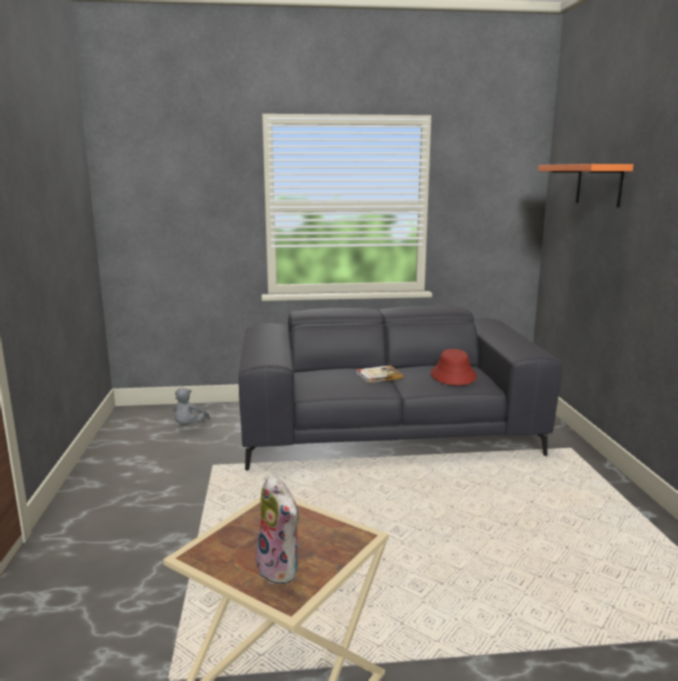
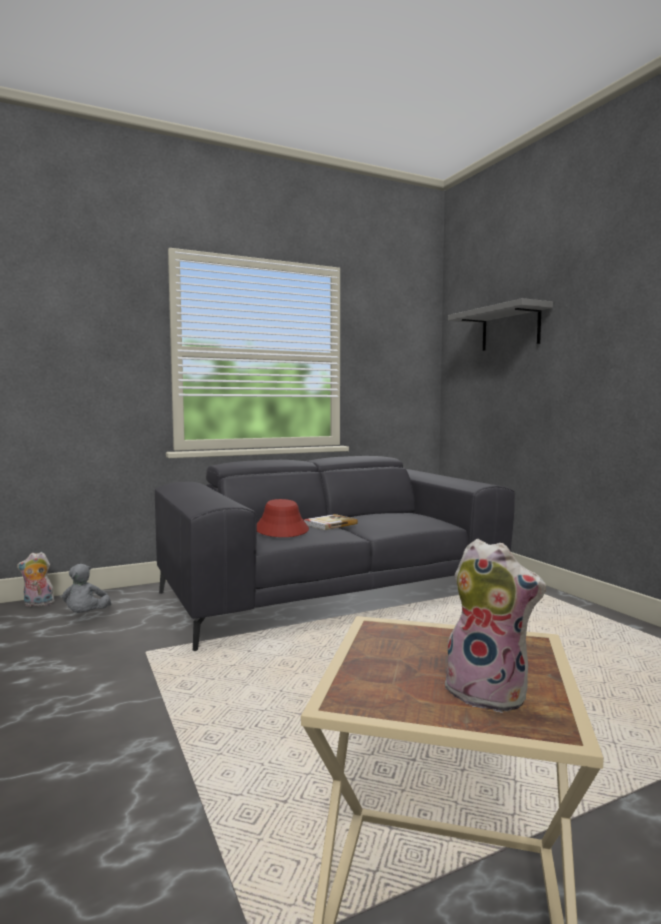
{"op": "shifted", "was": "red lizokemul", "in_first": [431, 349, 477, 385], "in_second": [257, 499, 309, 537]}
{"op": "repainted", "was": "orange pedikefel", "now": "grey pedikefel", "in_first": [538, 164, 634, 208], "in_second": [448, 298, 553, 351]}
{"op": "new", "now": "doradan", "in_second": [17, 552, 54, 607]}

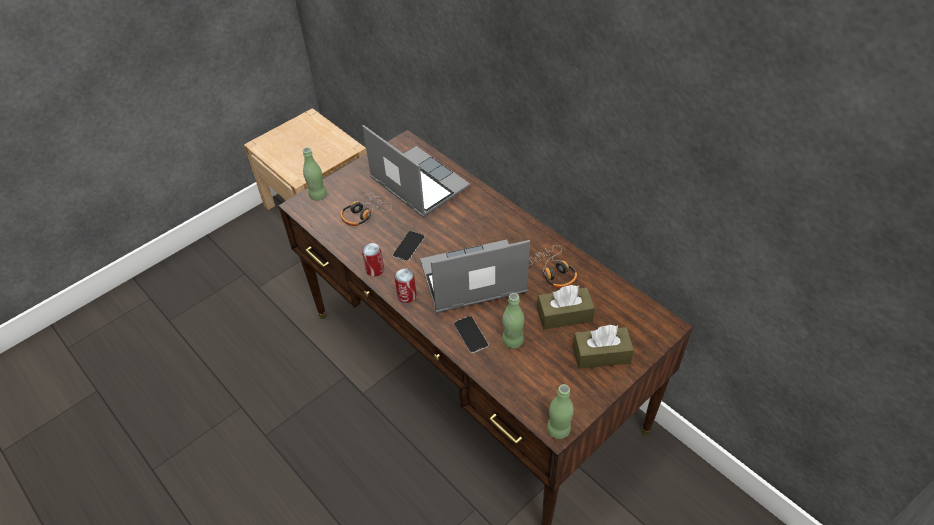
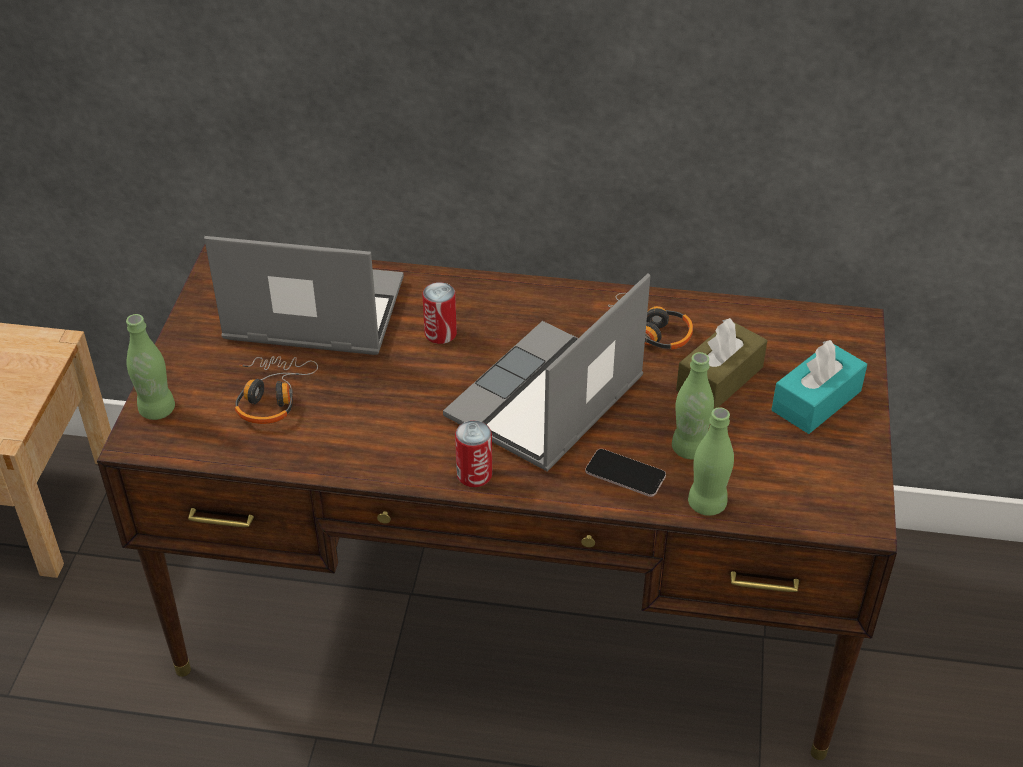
{"op": "shifted", "was": "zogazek", "in_first": [362, 243, 384, 277], "in_second": [423, 282, 457, 344]}
{"op": "gone", "was": "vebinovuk", "in_first": [393, 231, 425, 262]}
{"op": "shifted", "was": "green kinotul", "in_first": [547, 384, 574, 439], "in_second": [688, 407, 734, 516]}
{"op": "repainted", "was": "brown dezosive", "now": "turquoise dezosive", "in_first": [573, 325, 634, 369], "in_second": [771, 340, 867, 434]}

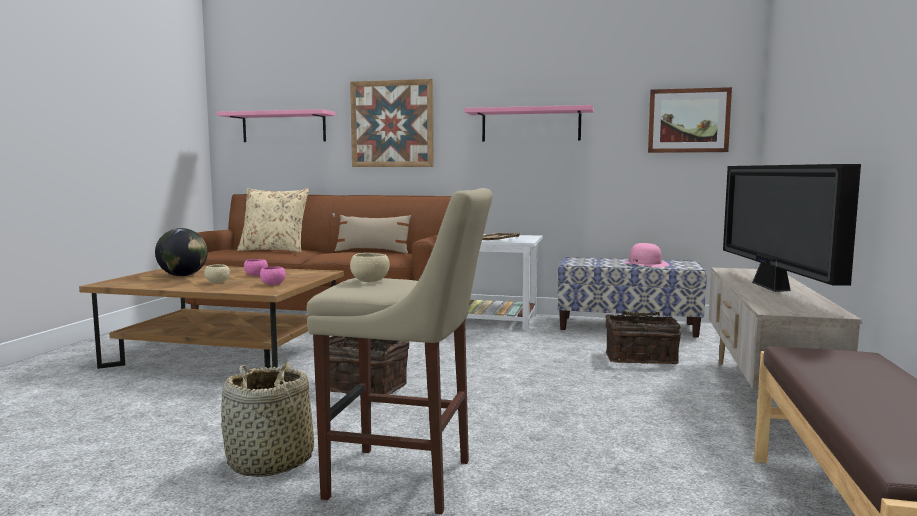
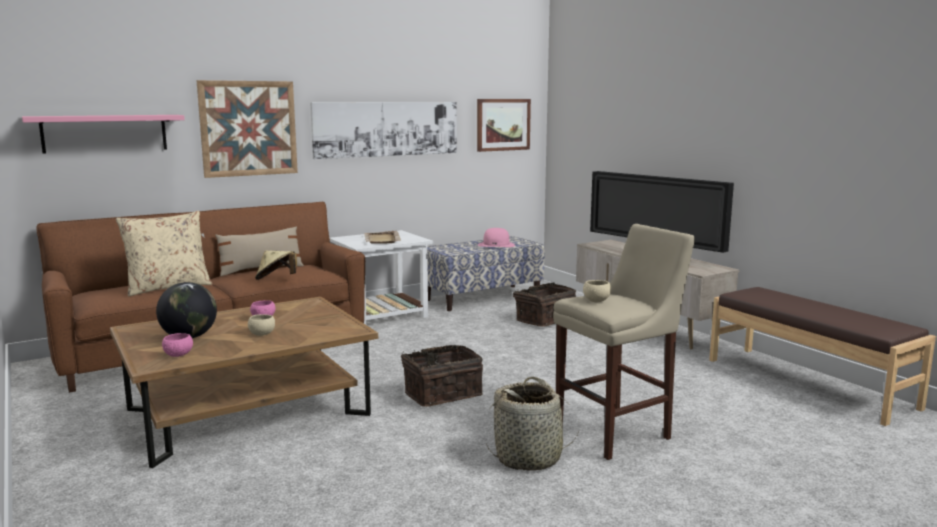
{"op": "shifted", "was": "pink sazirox", "in_first": [260, 266, 286, 285], "in_second": [162, 333, 193, 357]}
{"op": "swapped", "was": "pink pedikefel", "now": "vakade", "in_first": [465, 105, 594, 142], "in_second": [310, 102, 457, 159]}
{"op": "new", "now": "beige lizokemul", "in_second": [255, 251, 297, 280]}

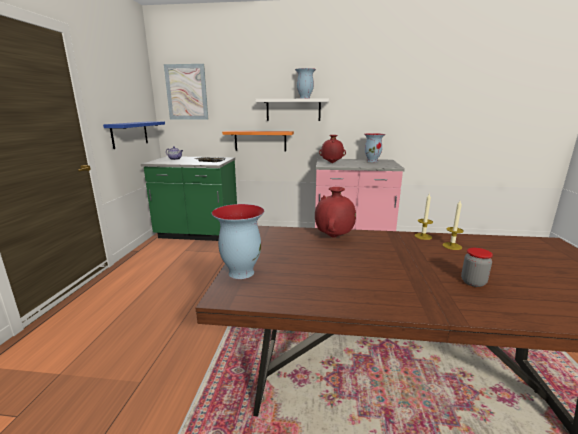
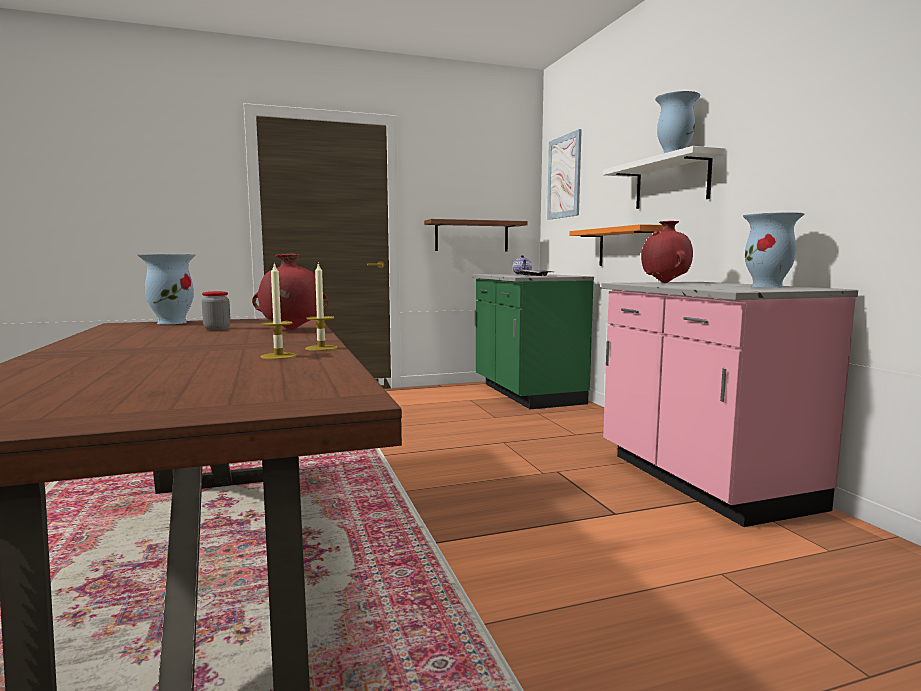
{"op": "repainted", "was": "blue pedikefel", "now": "brown pedikefel", "in_first": [103, 121, 165, 149], "in_second": [424, 219, 528, 251]}
{"op": "shifted", "was": "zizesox", "in_first": [461, 248, 493, 287], "in_second": [202, 291, 231, 330]}

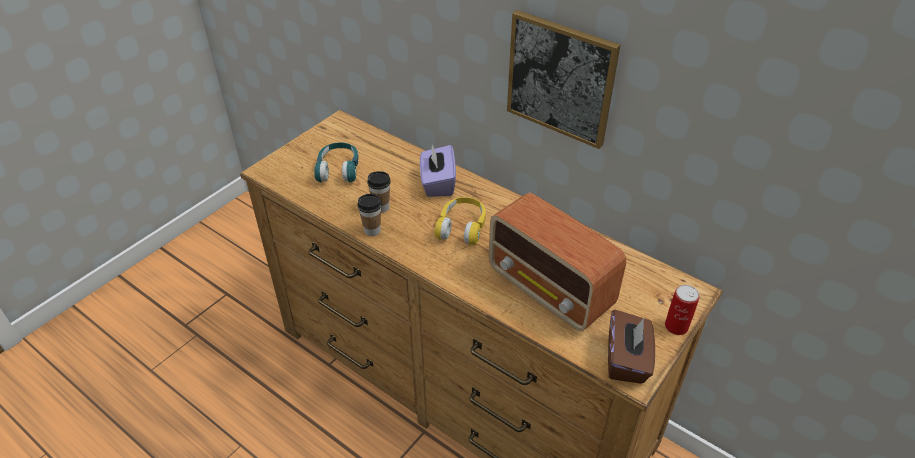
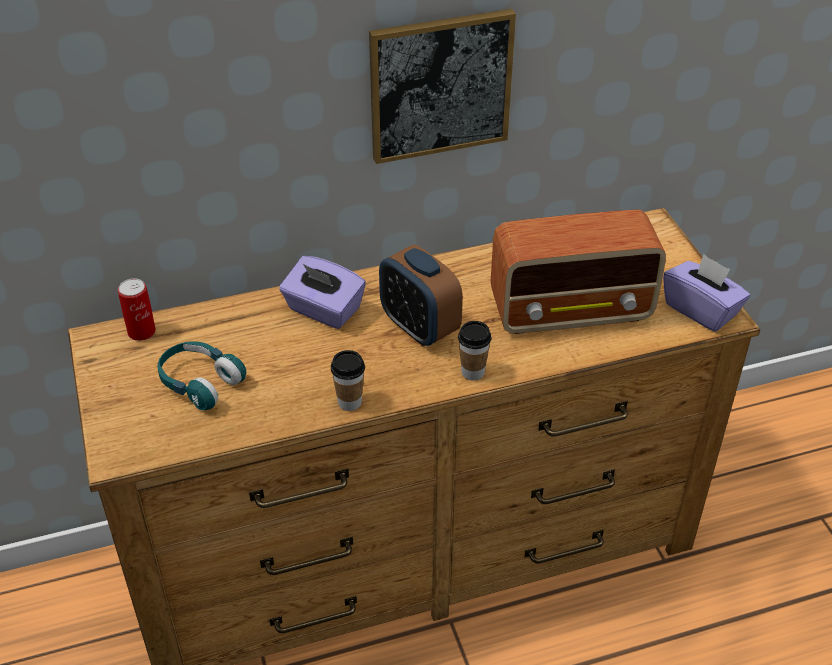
{"op": "shifted", "was": "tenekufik", "in_first": [367, 171, 391, 213], "in_second": [458, 321, 491, 380]}
{"op": "swapped", "was": "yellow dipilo", "now": "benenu", "in_first": [435, 197, 486, 246], "in_second": [379, 245, 463, 346]}
{"op": "repainted", "was": "brown dezosive", "now": "purple dezosive", "in_first": [608, 309, 655, 384], "in_second": [663, 254, 750, 332]}
{"op": "shifted", "was": "zogazek", "in_first": [665, 285, 699, 335], "in_second": [118, 278, 156, 341]}

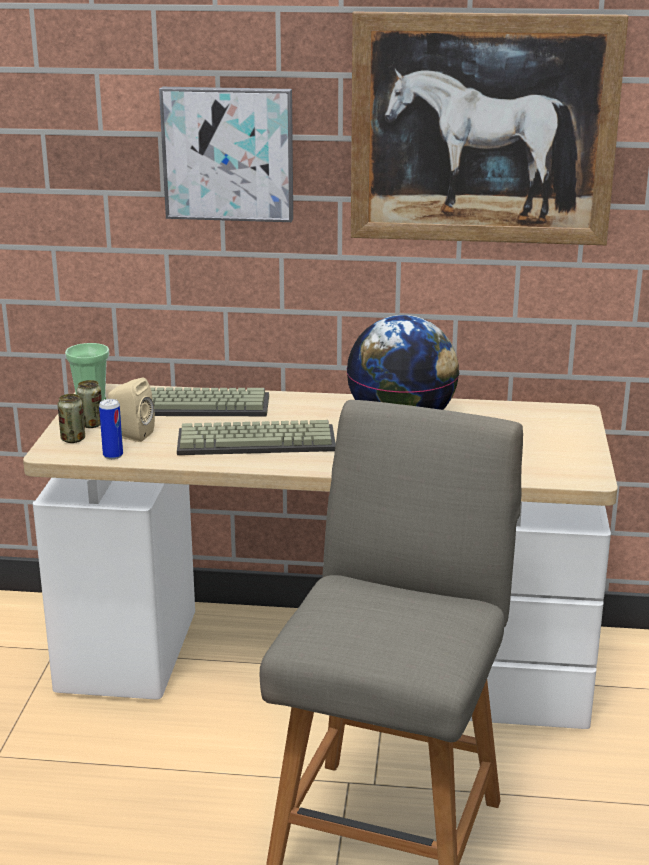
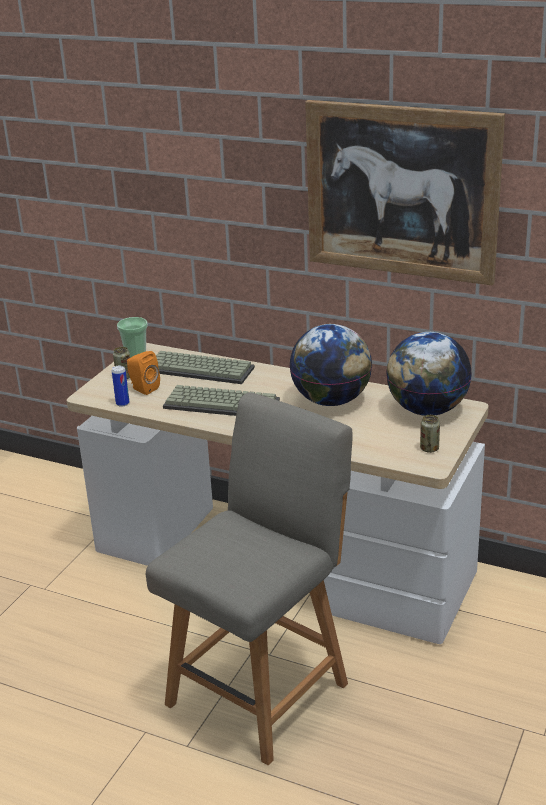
{"op": "shifted", "was": "zogazek", "in_first": [57, 394, 85, 443], "in_second": [420, 415, 440, 453]}
{"op": "repainted", "was": "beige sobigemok", "now": "orange sobigemok", "in_first": [108, 378, 155, 442], "in_second": [127, 351, 160, 395]}
{"op": "gone", "was": "vakade", "in_first": [159, 87, 293, 222]}
{"op": "new", "now": "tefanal", "in_second": [386, 332, 472, 416]}

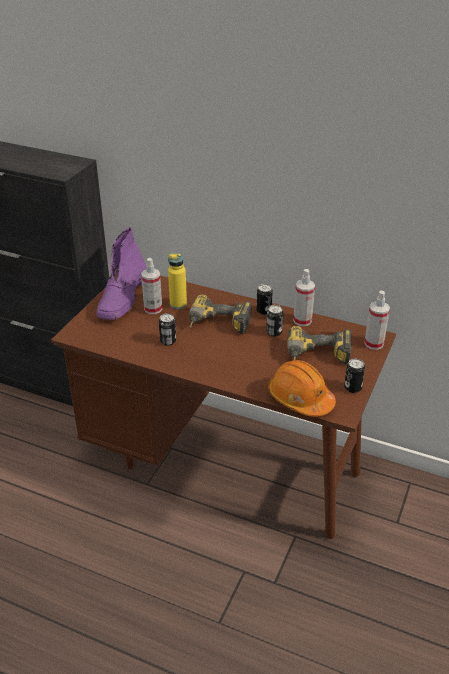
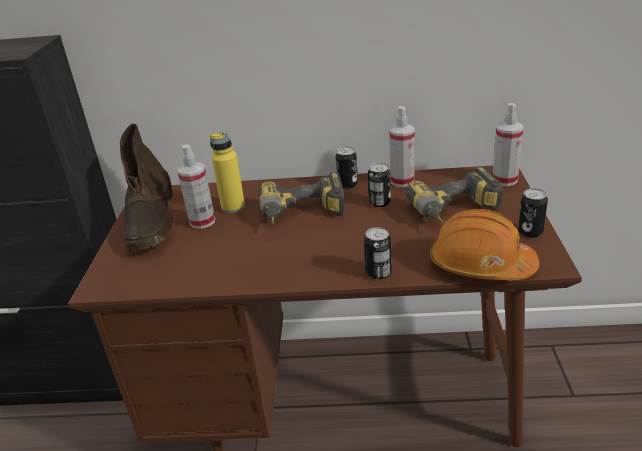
{"op": "repainted", "was": "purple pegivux", "now": "brown pegivux", "in_first": [97, 227, 146, 320], "in_second": [120, 124, 174, 252]}
{"op": "shifted", "was": "zogazek", "in_first": [159, 313, 176, 346], "in_second": [364, 227, 392, 279]}

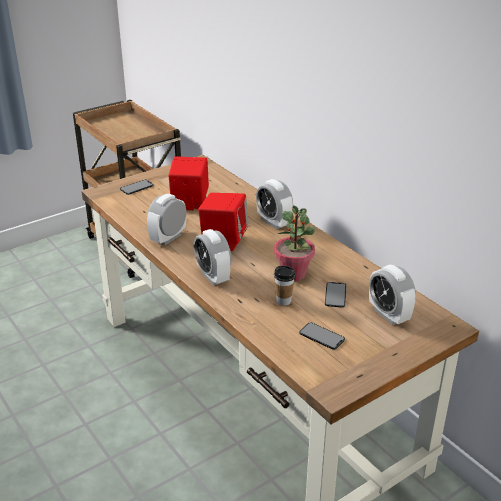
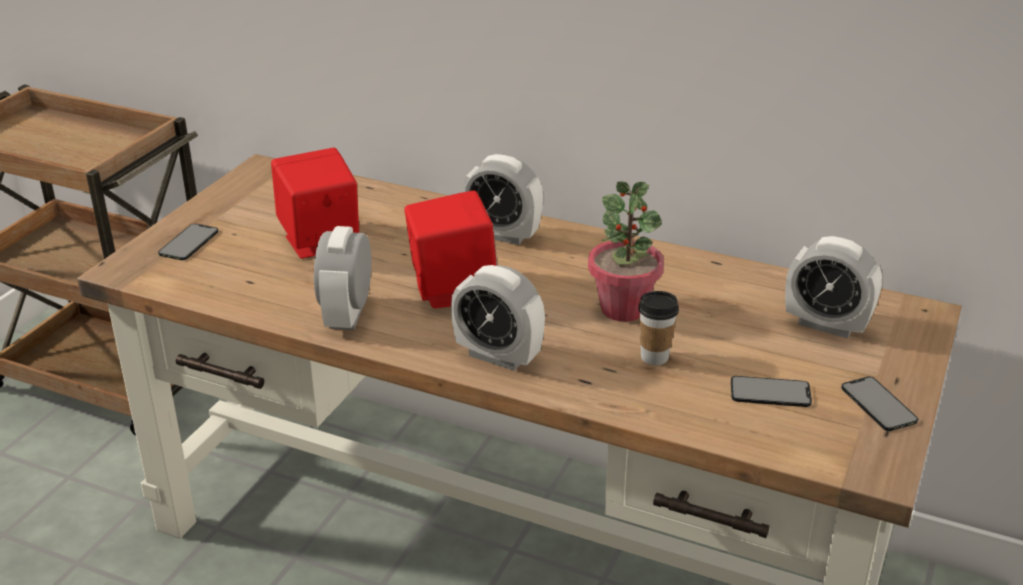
{"op": "shifted", "was": "vebinovuk", "in_first": [325, 282, 346, 308], "in_second": [841, 377, 918, 431]}

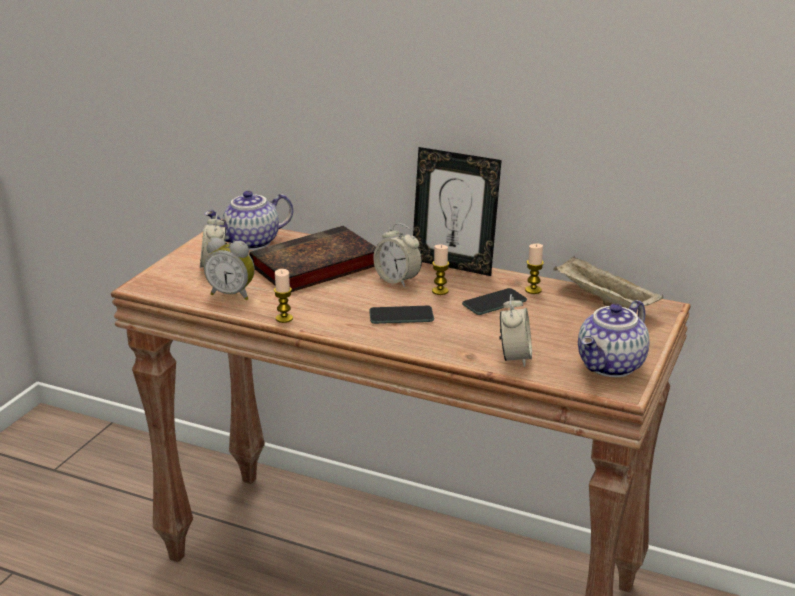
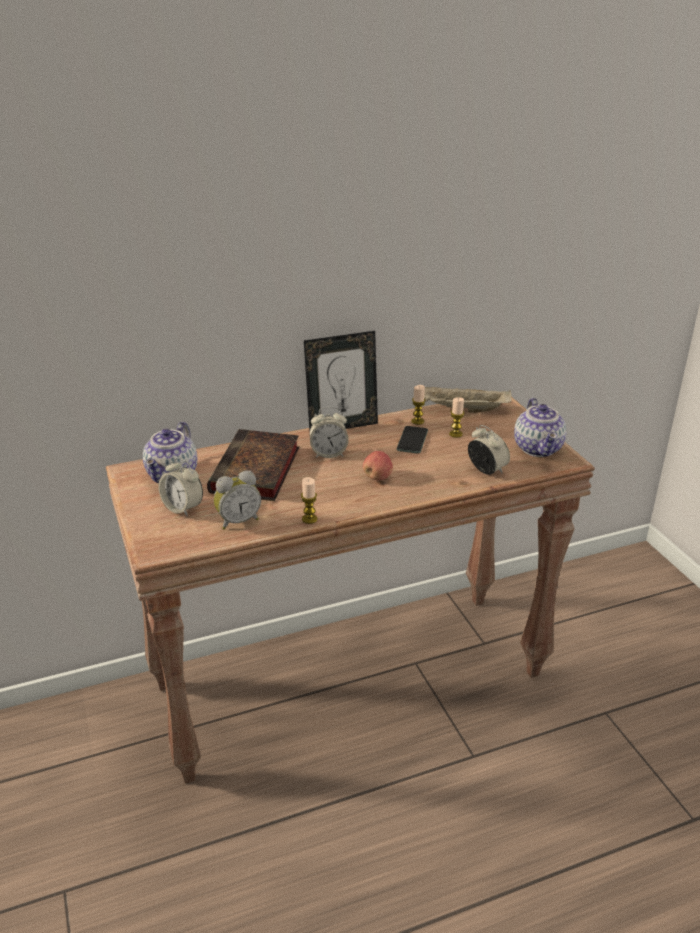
{"op": "swapped", "was": "vebinovuk", "now": "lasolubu", "in_first": [369, 306, 434, 324], "in_second": [363, 451, 393, 480]}
{"op": "shifted", "was": "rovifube", "in_first": [432, 245, 449, 295], "in_second": [449, 397, 464, 438]}

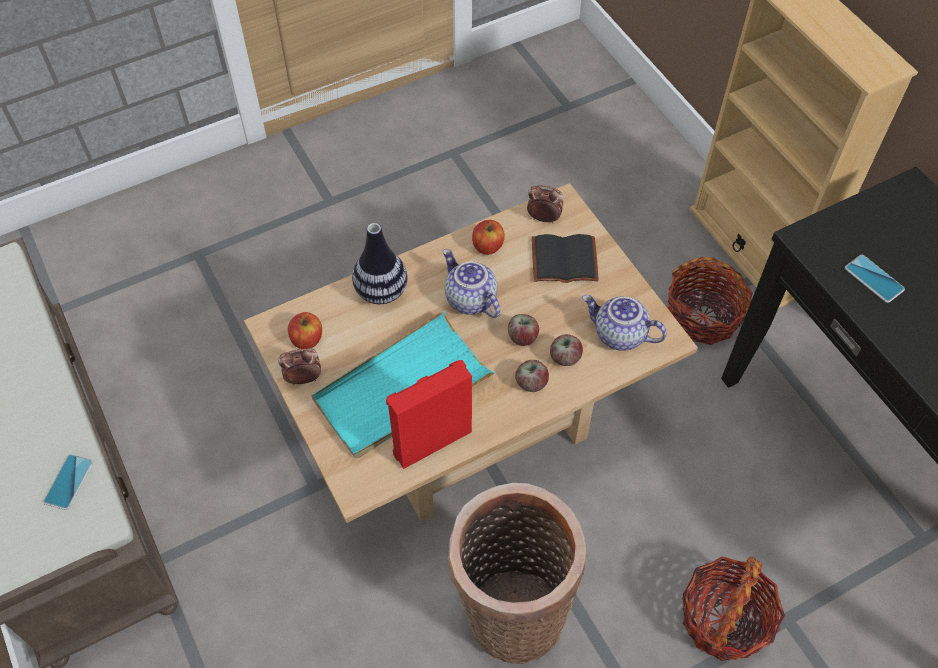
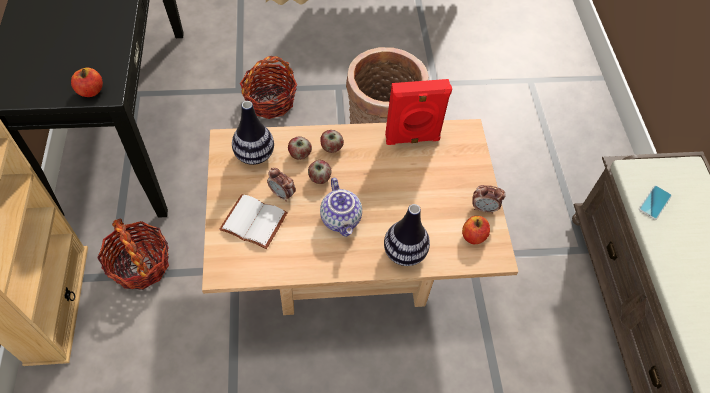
{"op": "gone", "was": "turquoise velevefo", "in_first": [312, 310, 496, 458]}
{"op": "shifted", "was": "lasolubu", "in_first": [472, 220, 505, 255], "in_second": [71, 68, 103, 97]}
{"op": "shifted", "was": "benenu", "in_first": [527, 185, 563, 224], "in_second": [267, 168, 296, 202]}
{"op": "repainted", "was": "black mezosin", "now": "white mezosin", "in_first": [532, 234, 599, 283], "in_second": [219, 194, 288, 249]}
{"op": "swapped", "was": "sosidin", "now": "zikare", "in_first": [582, 295, 666, 351], "in_second": [232, 101, 274, 165]}
{"op": "gone", "was": "vebinovuk", "in_first": [845, 255, 905, 303]}

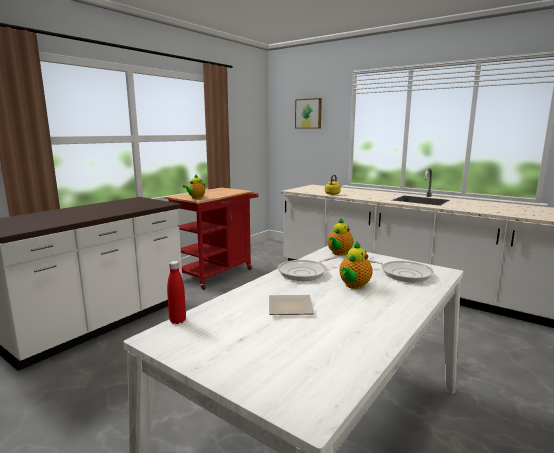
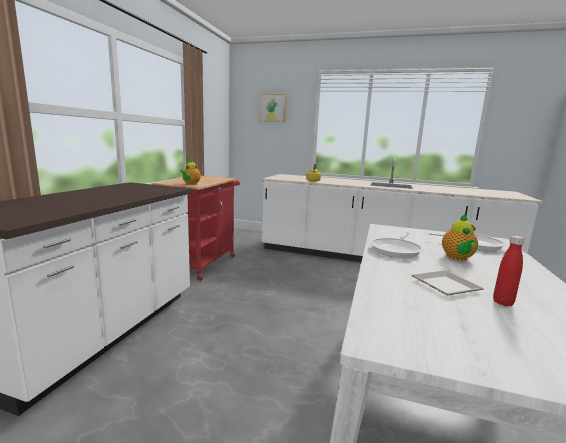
{"op": "shifted", "was": "red kinotul", "in_first": [167, 261, 186, 324], "in_second": [493, 236, 524, 306]}
{"op": "gone", "was": "sosidin", "in_first": [327, 218, 353, 255]}

